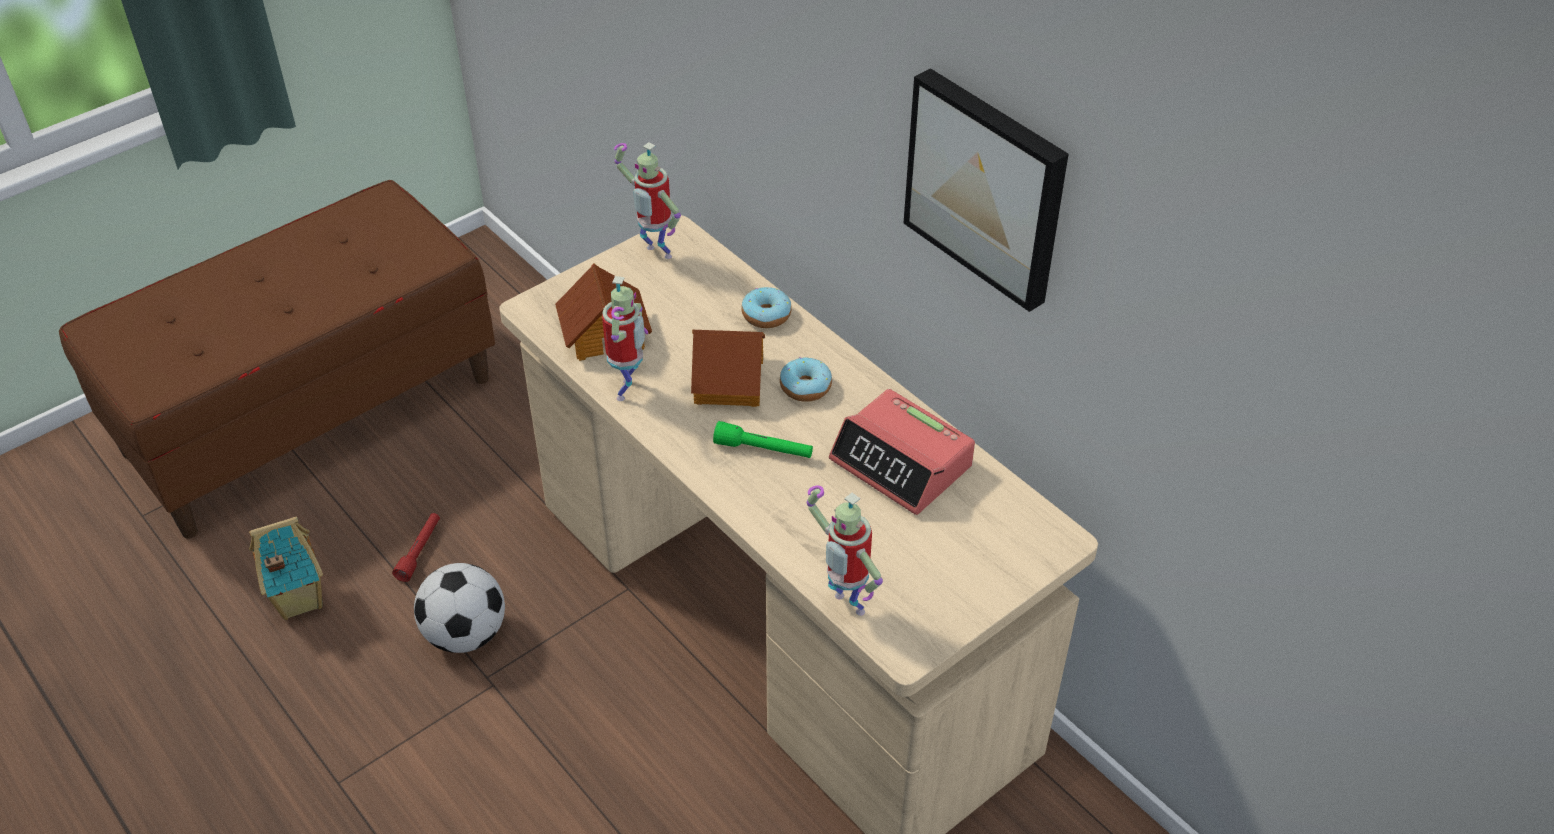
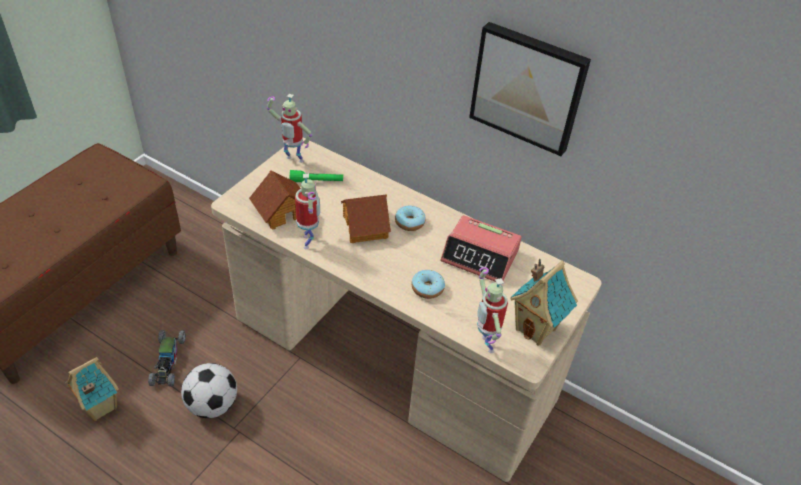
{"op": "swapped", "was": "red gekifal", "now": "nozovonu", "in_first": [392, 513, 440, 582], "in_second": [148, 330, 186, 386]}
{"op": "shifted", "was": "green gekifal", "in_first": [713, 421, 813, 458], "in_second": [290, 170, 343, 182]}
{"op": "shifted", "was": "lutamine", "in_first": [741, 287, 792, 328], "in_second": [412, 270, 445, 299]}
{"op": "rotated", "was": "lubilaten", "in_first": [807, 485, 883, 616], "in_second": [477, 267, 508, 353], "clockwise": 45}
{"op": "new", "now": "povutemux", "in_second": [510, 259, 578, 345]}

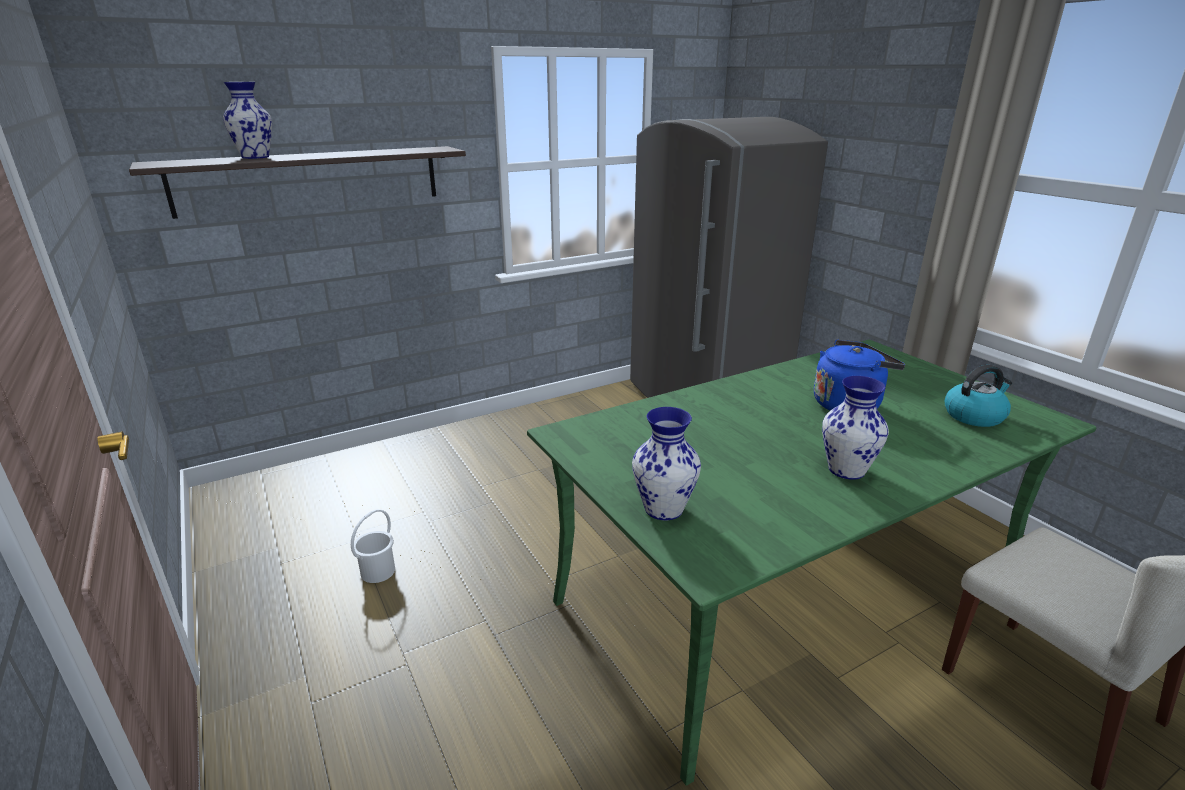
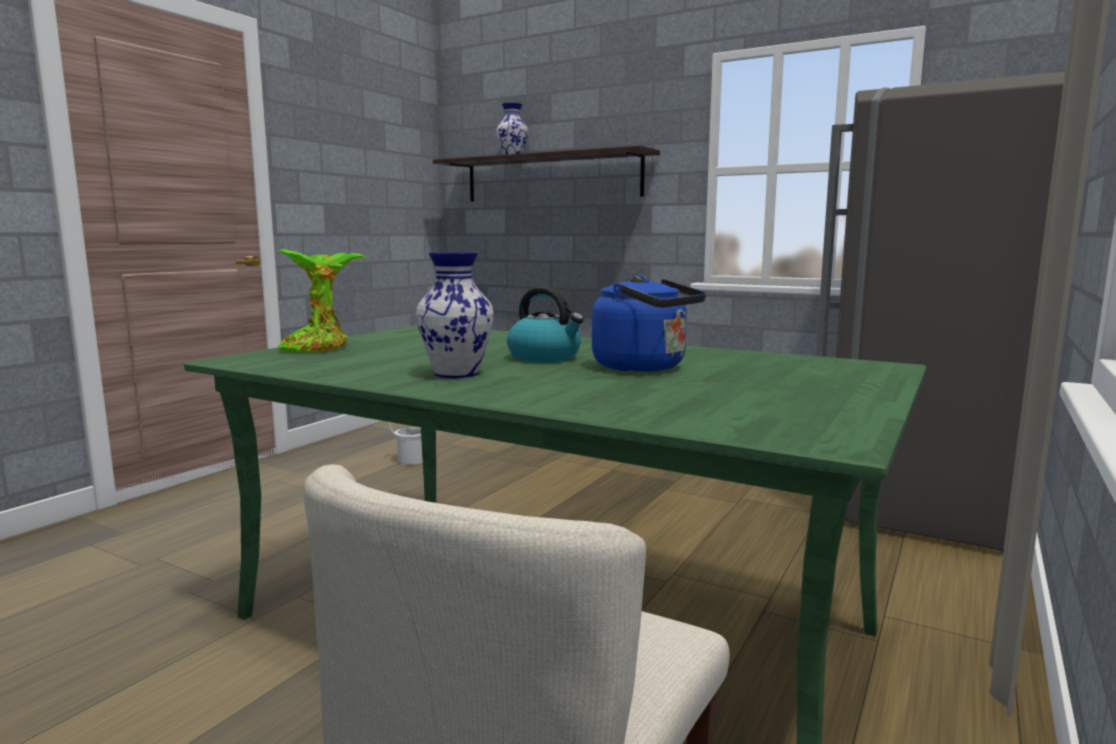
{"op": "swapped", "was": "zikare", "now": "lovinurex", "in_first": [632, 407, 701, 520], "in_second": [278, 249, 365, 353]}
{"op": "shifted", "was": "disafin", "in_first": [945, 365, 1012, 427], "in_second": [507, 287, 584, 362]}

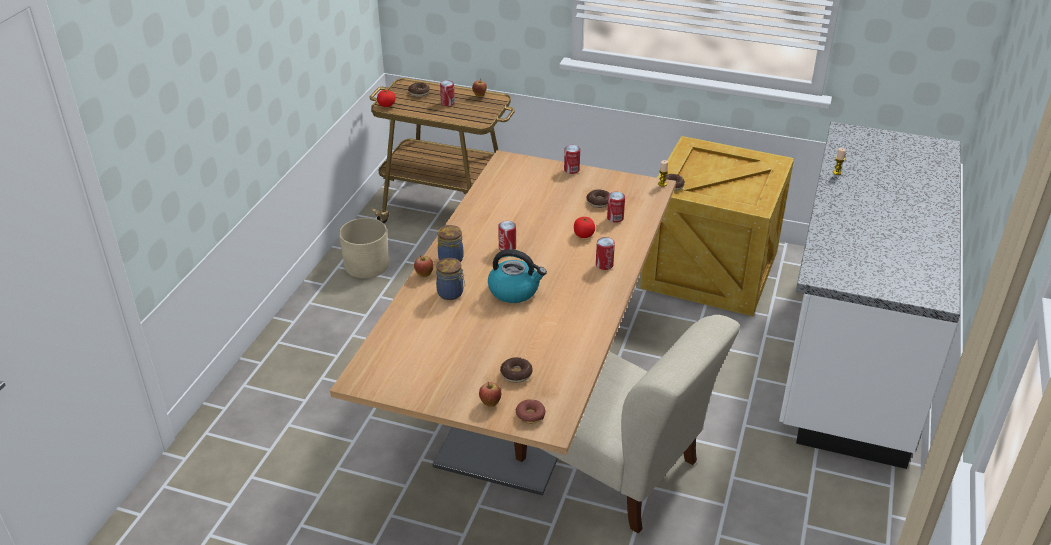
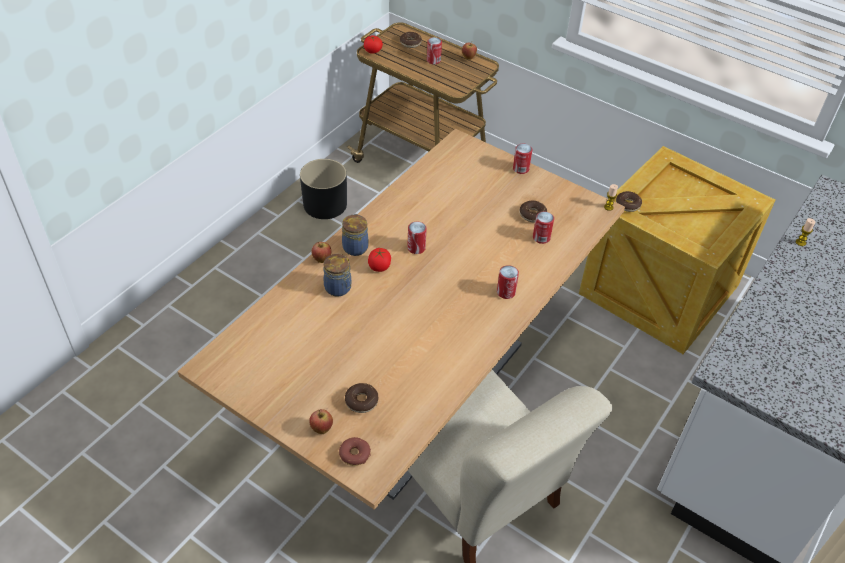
{"op": "repainted", "was": "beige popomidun", "now": "black popomidun", "in_first": [339, 218, 389, 278], "in_second": [300, 159, 347, 219]}
{"op": "gone", "was": "disafin", "in_first": [488, 249, 547, 303]}
{"op": "shifted", "was": "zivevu", "in_first": [574, 217, 595, 238], "in_second": [368, 248, 391, 272]}

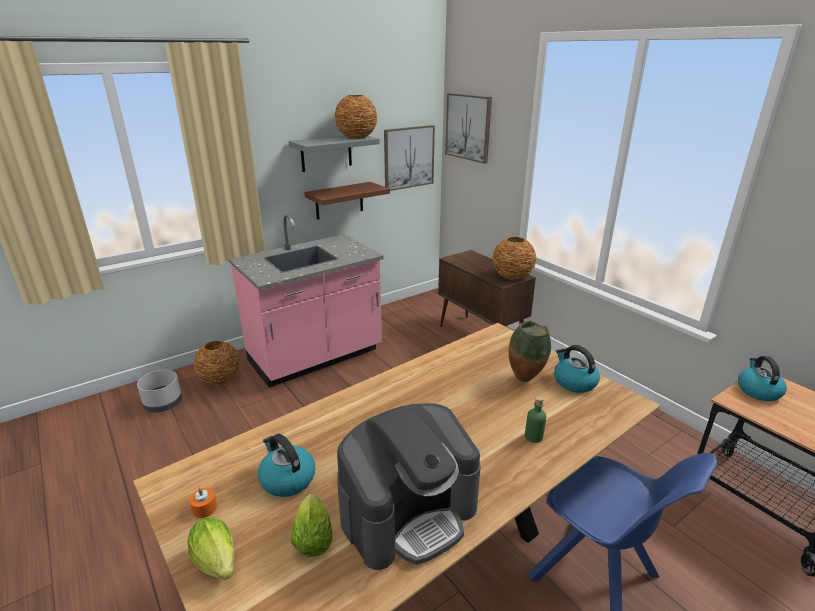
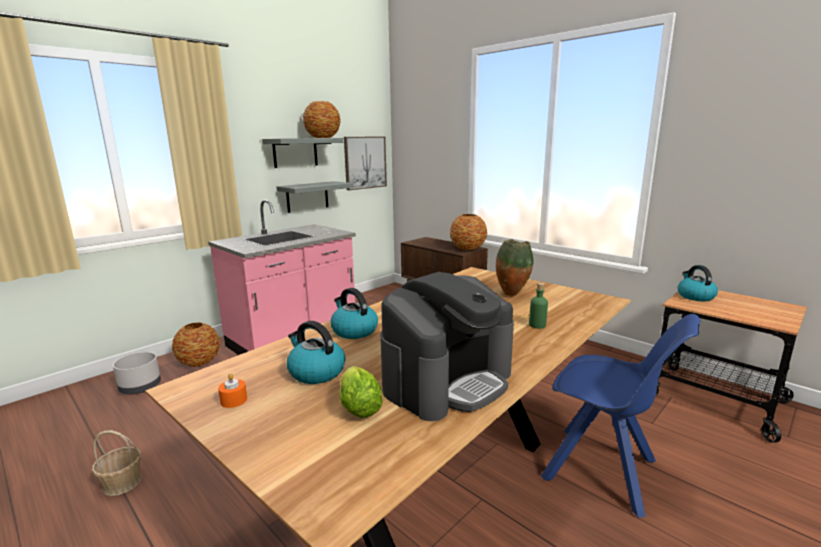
{"op": "gone", "was": "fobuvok", "in_first": [187, 518, 234, 580]}
{"op": "repainted", "was": "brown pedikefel", "now": "grey pedikefel", "in_first": [304, 182, 390, 220], "in_second": [277, 181, 354, 213]}
{"op": "gone", "was": "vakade", "in_first": [445, 93, 492, 163]}
{"op": "shifted", "was": "disafin", "in_first": [554, 345, 600, 393], "in_second": [330, 288, 378, 339]}
{"op": "new", "now": "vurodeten", "in_second": [92, 430, 142, 496]}

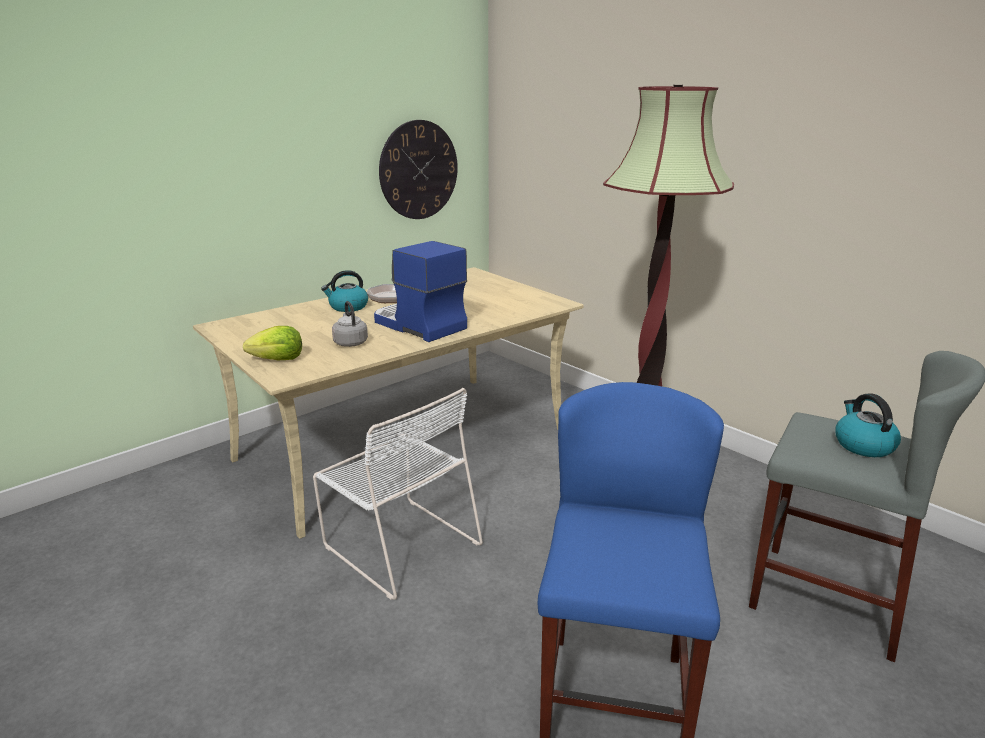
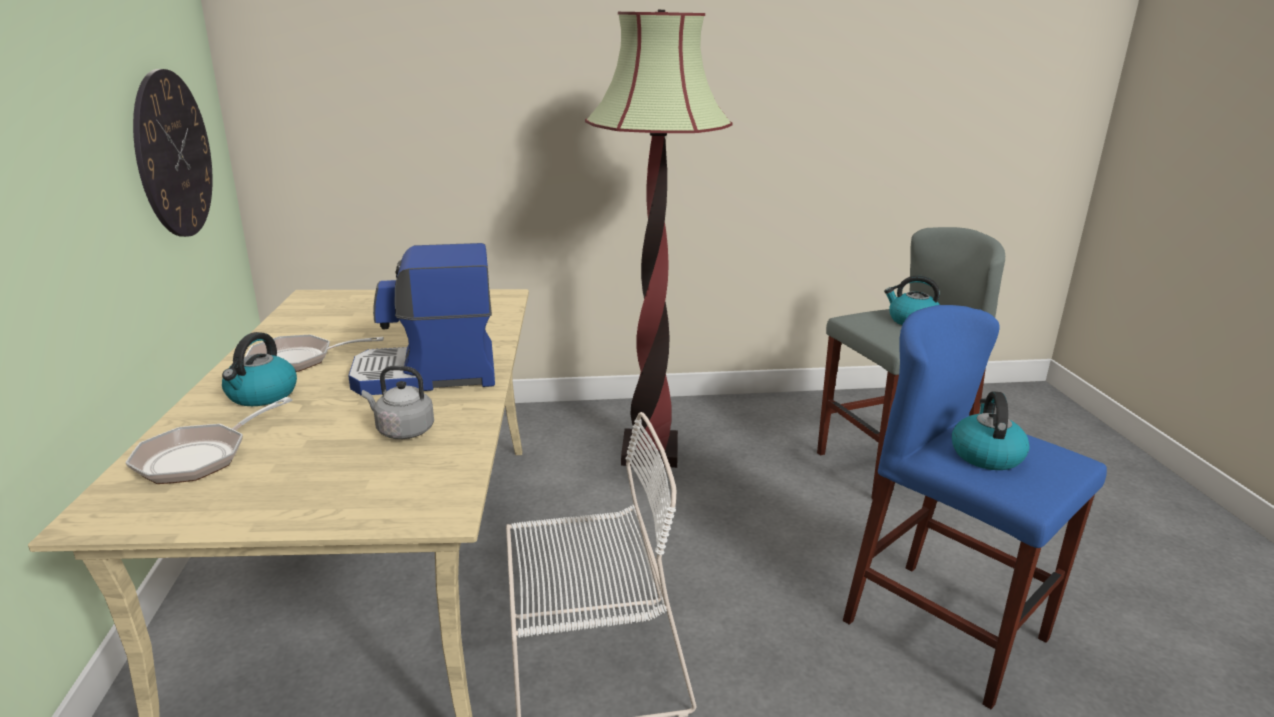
{"op": "gone", "was": "fobuvok", "in_first": [243, 326, 302, 360]}
{"op": "new", "now": "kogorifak", "in_second": [125, 397, 293, 484]}
{"op": "new", "now": "disafin", "in_second": [952, 391, 1030, 470]}

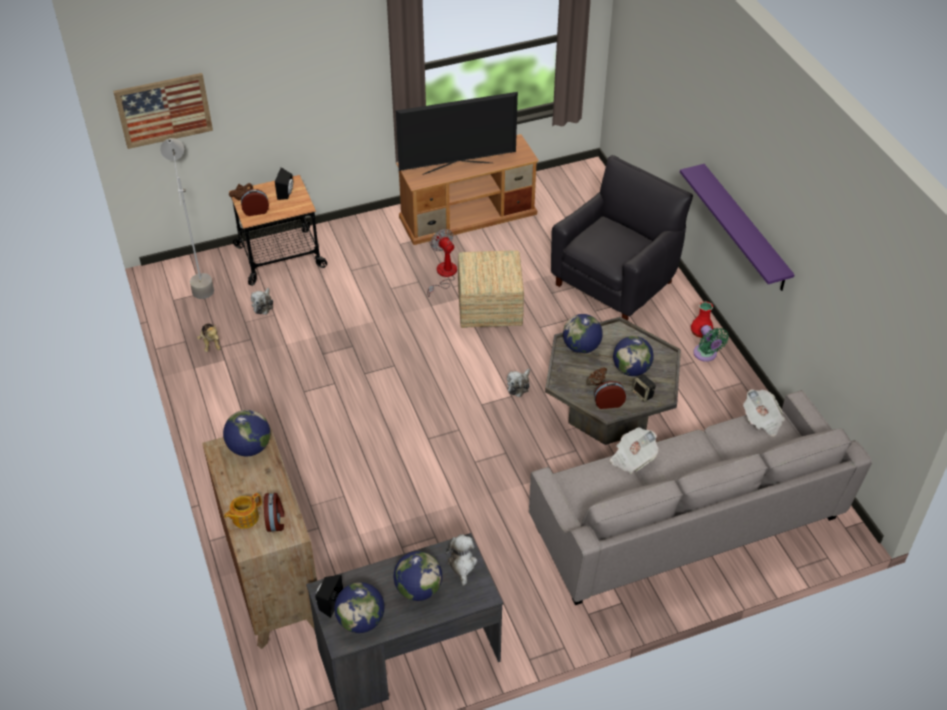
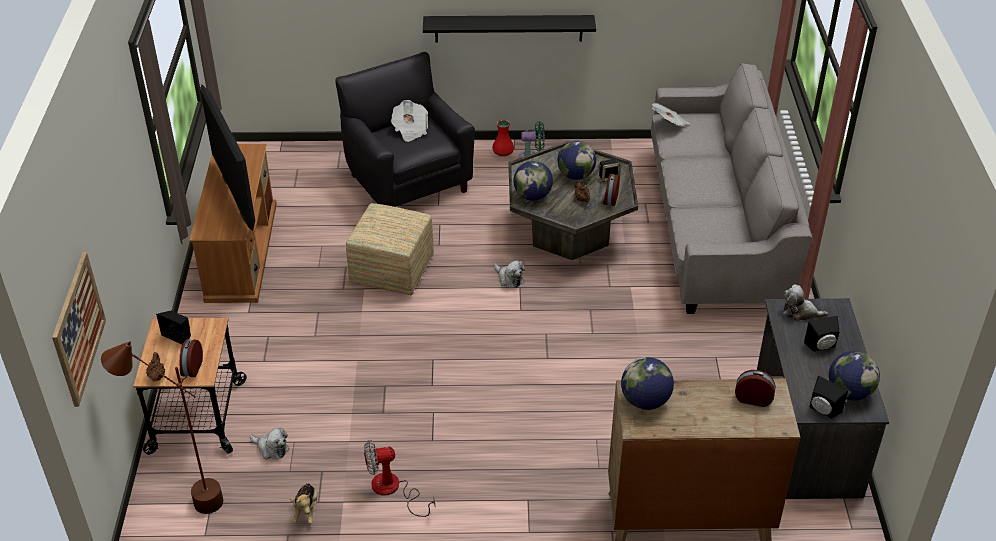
{"op": "repainted", "was": "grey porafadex", "now": "brown porafadex", "in_first": [160, 138, 214, 299], "in_second": [101, 341, 223, 514]}
{"op": "rotated", "was": "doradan", "in_first": [197, 323, 221, 352], "in_second": [291, 483, 318, 524], "clockwise": 90}
{"op": "gone", "was": "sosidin", "in_first": [224, 493, 262, 529]}
{"op": "swapped", "was": "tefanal", "now": "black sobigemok", "in_first": [393, 551, 442, 601], "in_second": [804, 316, 840, 352]}
{"op": "rotated", "was": "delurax", "in_first": [396, 92, 518, 175], "in_second": [200, 84, 255, 231], "clockwise": 150}
{"op": "shifted", "was": "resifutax", "in_first": [427, 229, 457, 297], "in_second": [364, 440, 435, 517]}
{"op": "shifted", "was": "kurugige", "in_first": [610, 427, 658, 474], "in_second": [391, 100, 428, 142]}
{"op": "repainted", "was": "purple pedikefel", "now": "black pedikefel", "in_first": [680, 164, 795, 291], "in_second": [423, 15, 596, 42]}

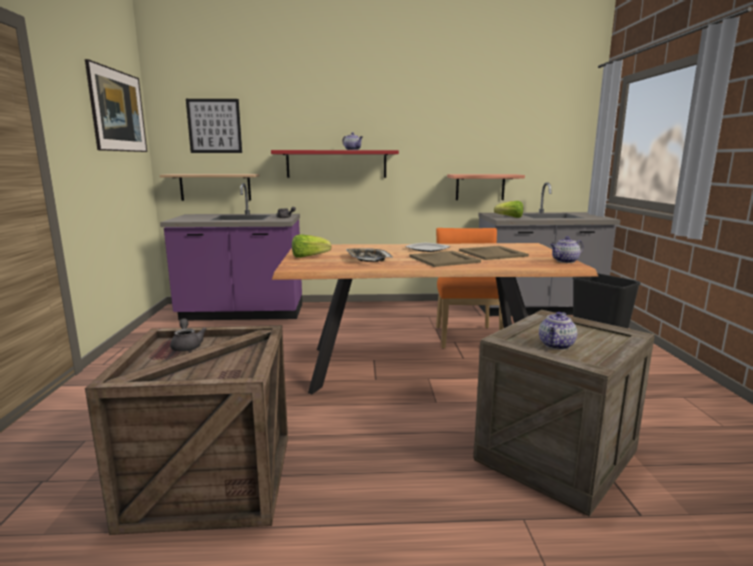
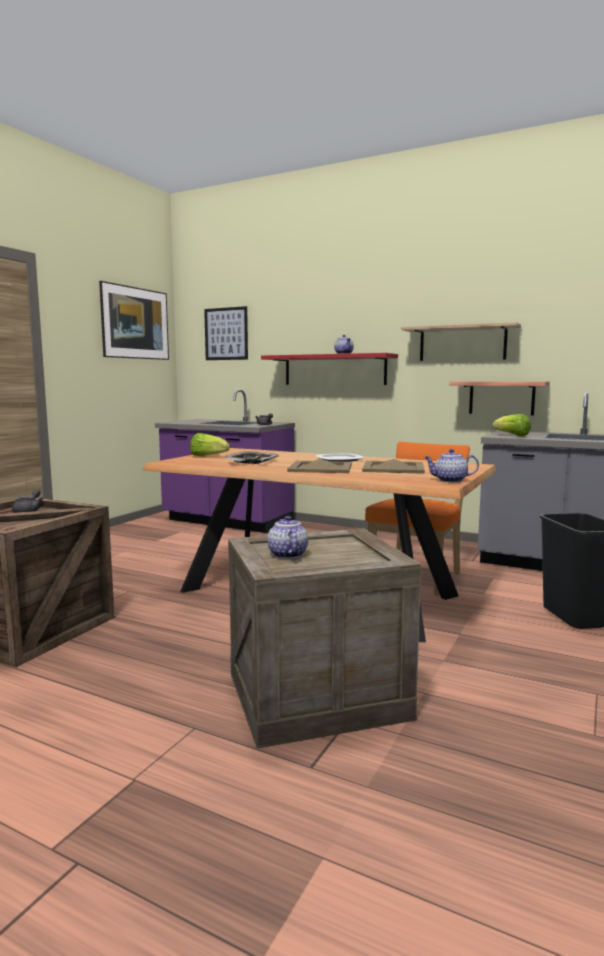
{"op": "shifted", "was": "pedikefel", "in_first": [160, 174, 259, 201], "in_second": [401, 322, 521, 361]}
{"op": "rotated", "was": "sosidin", "in_first": [539, 312, 577, 350], "in_second": [267, 516, 308, 559], "clockwise": 105}

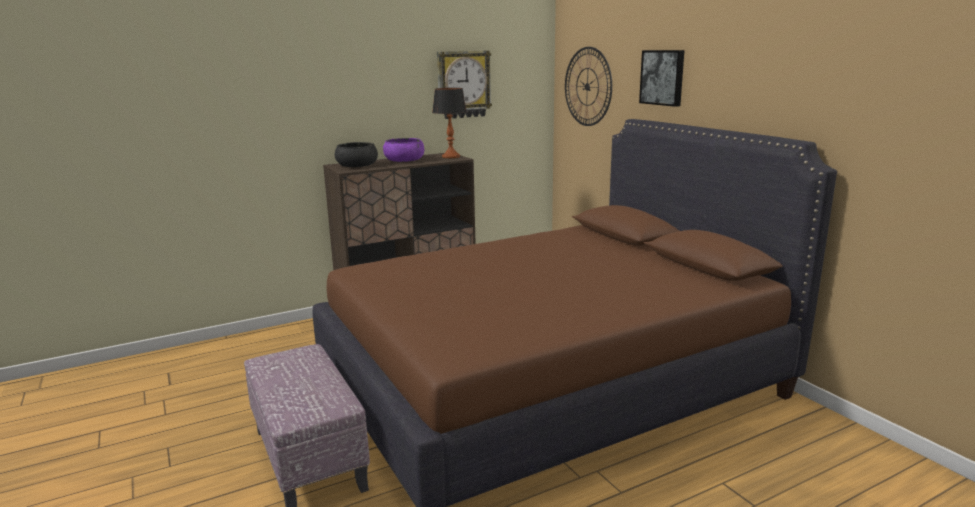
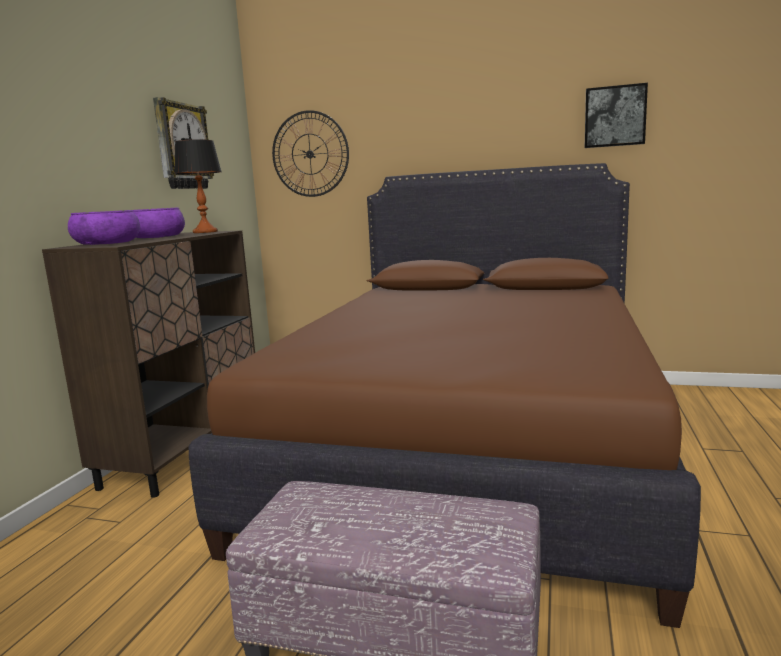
{"op": "repainted", "was": "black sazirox", "now": "purple sazirox", "in_first": [335, 142, 378, 167], "in_second": [68, 210, 140, 245]}
{"op": "shifted", "was": "vakade", "in_first": [639, 50, 685, 107], "in_second": [584, 83, 648, 148]}

